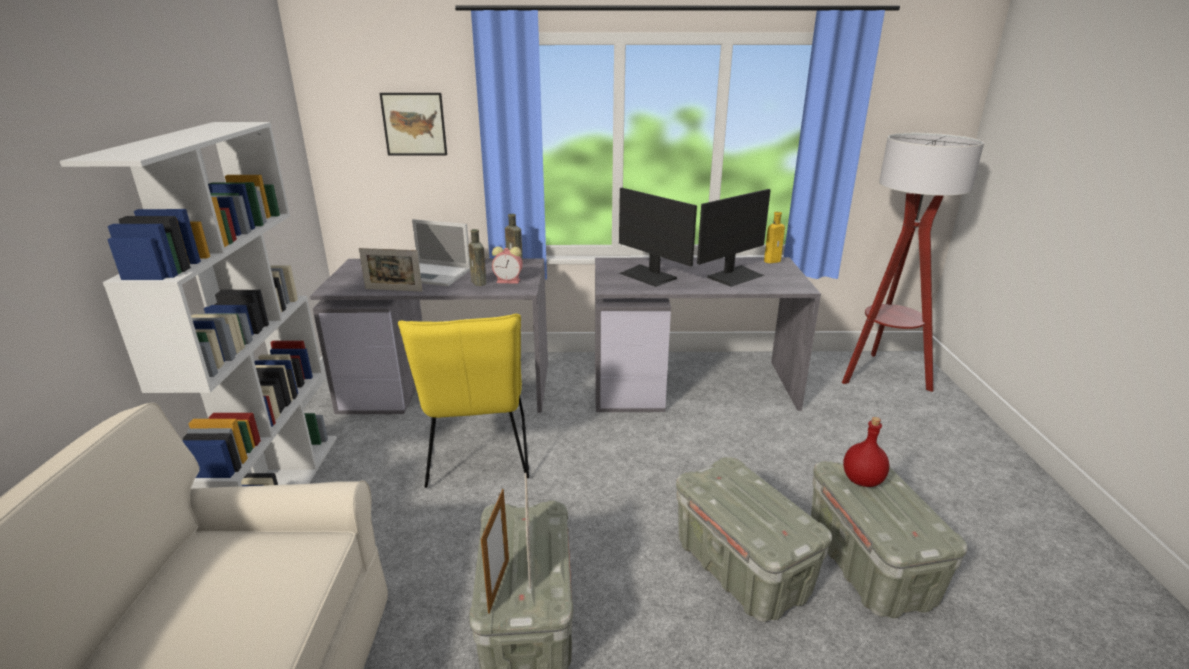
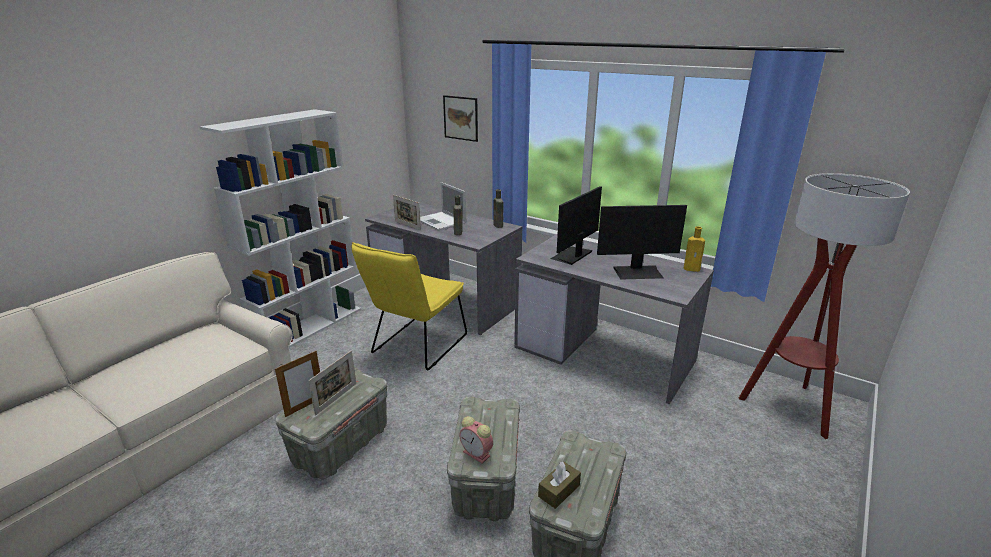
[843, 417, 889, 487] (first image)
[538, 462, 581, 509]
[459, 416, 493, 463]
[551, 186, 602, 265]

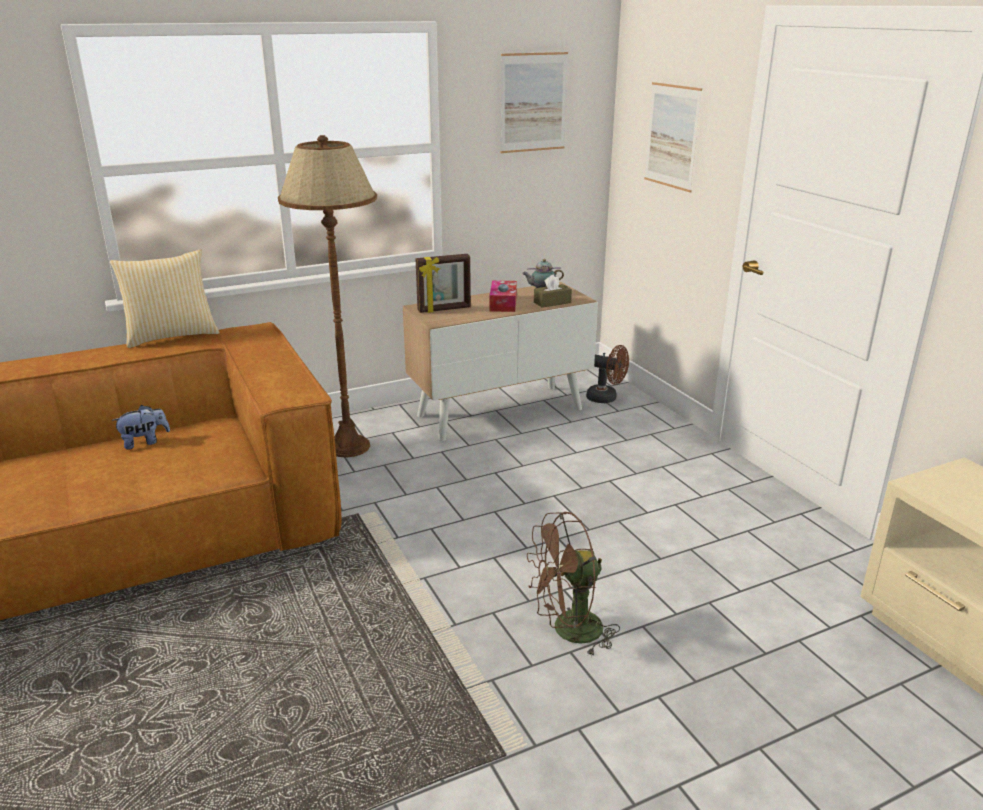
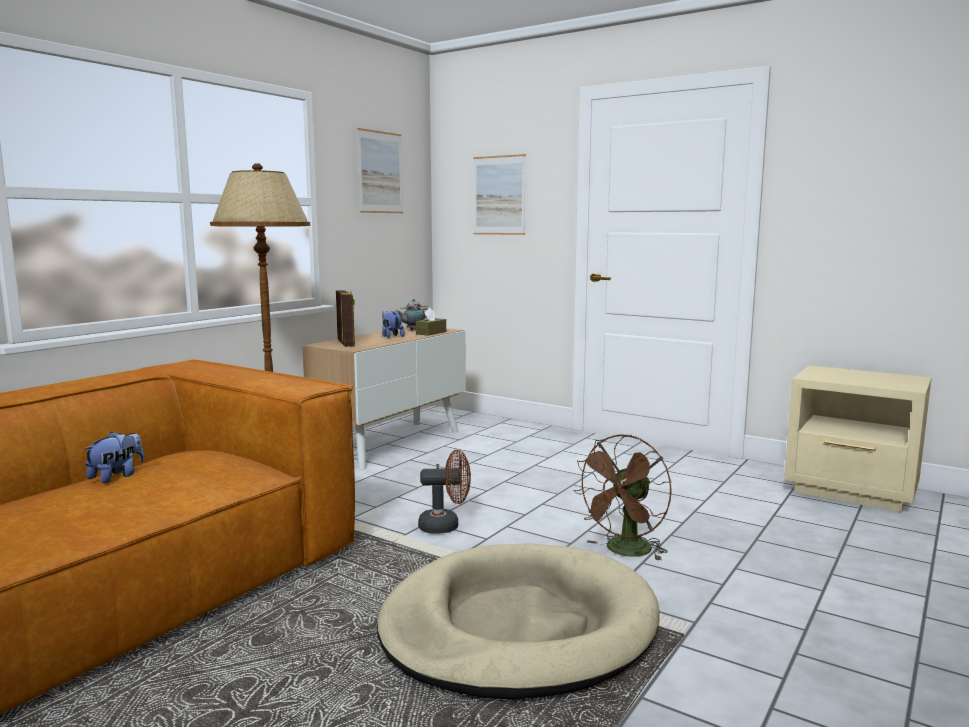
[110, 249, 220, 348] (first image)
[377, 543, 660, 700]
[418, 450, 471, 534]
[382, 310, 405, 338]
[336, 290, 355, 347]

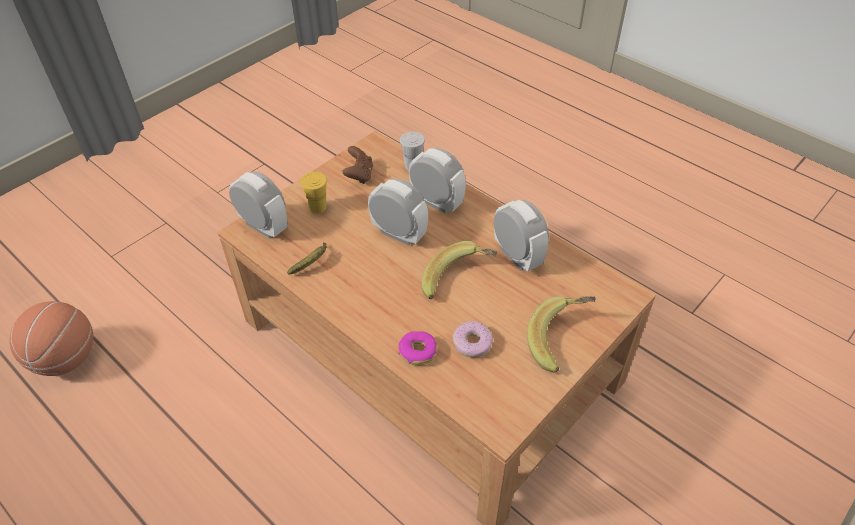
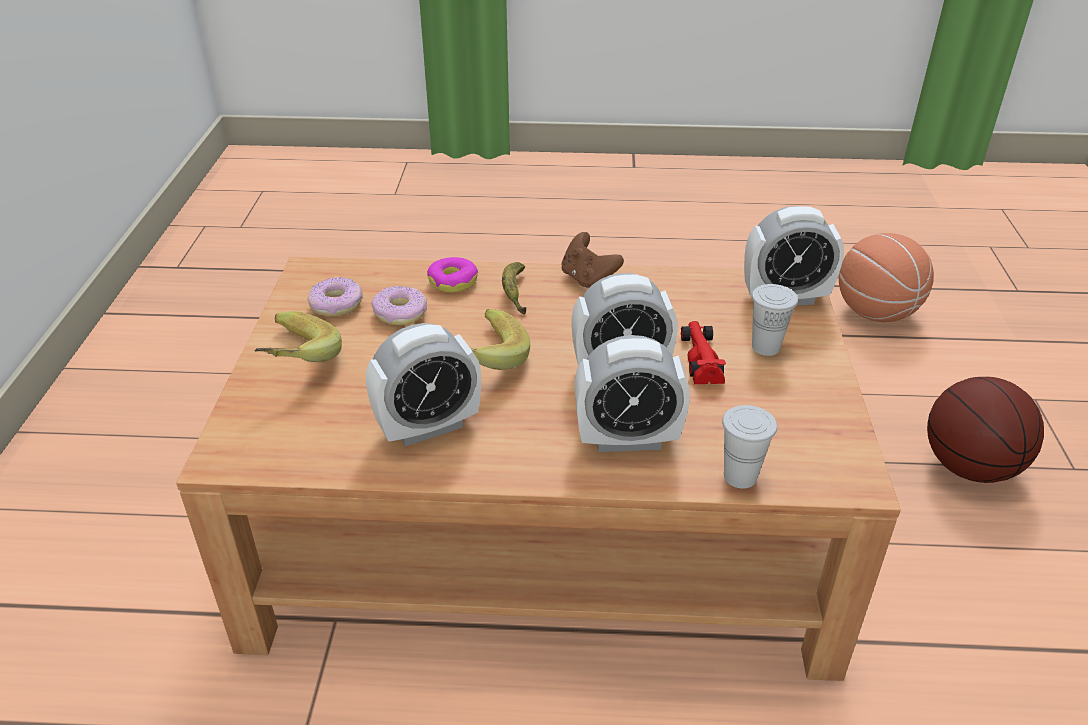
[308, 277, 363, 317]
[680, 321, 726, 384]
[927, 377, 1044, 483]
[502, 262, 526, 315]
[561, 232, 624, 288]
[752, 284, 798, 356]
[366, 323, 481, 446]

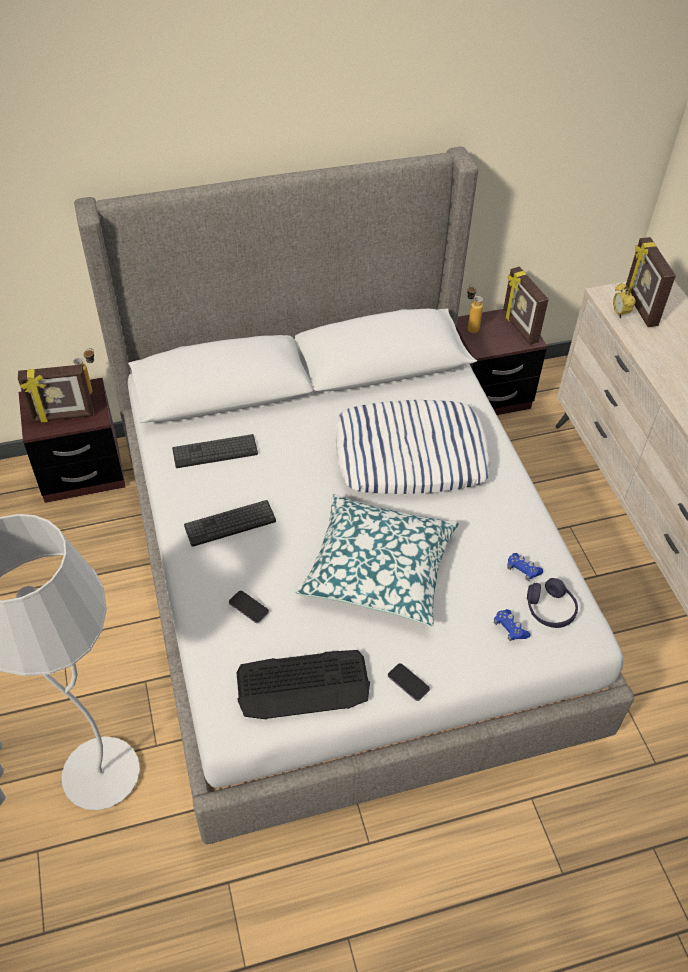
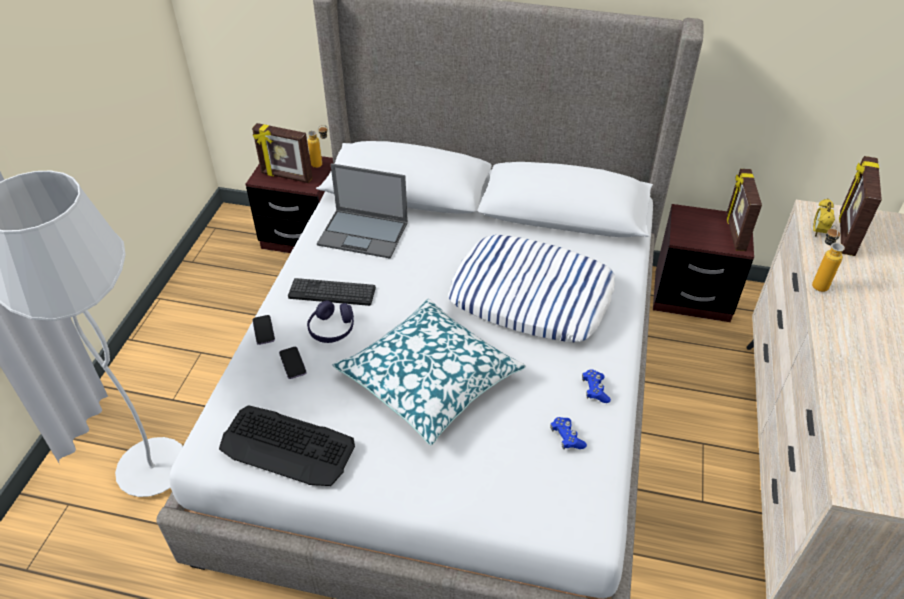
[253, 315, 275, 345]
[812, 225, 845, 292]
[582, 369, 611, 403]
[307, 300, 354, 343]
[317, 163, 408, 259]

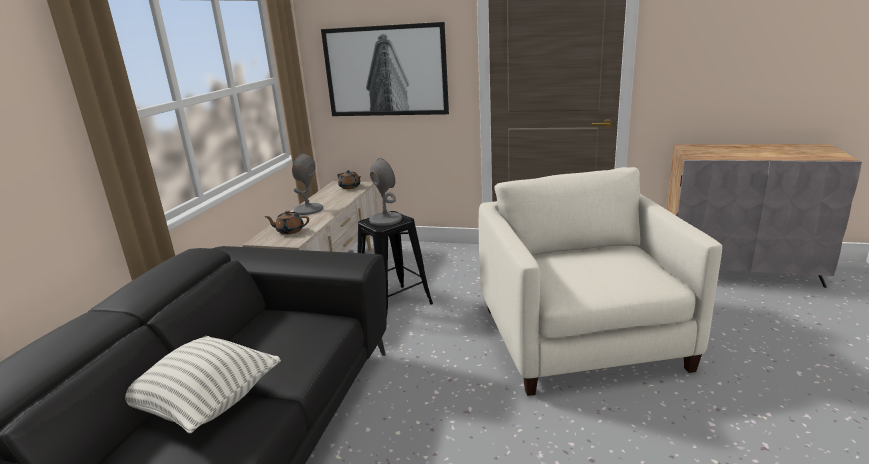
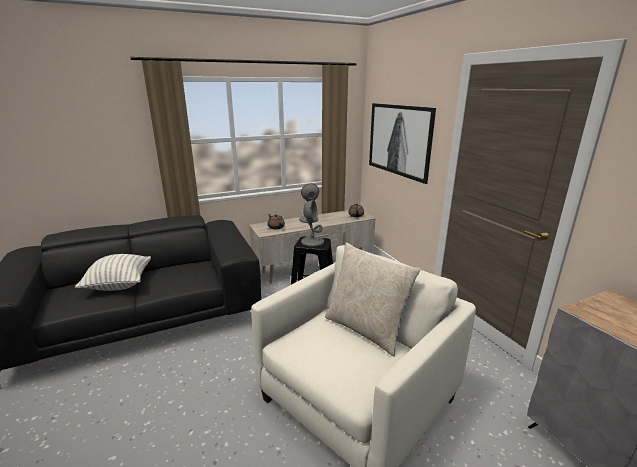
[325, 243, 421, 356]

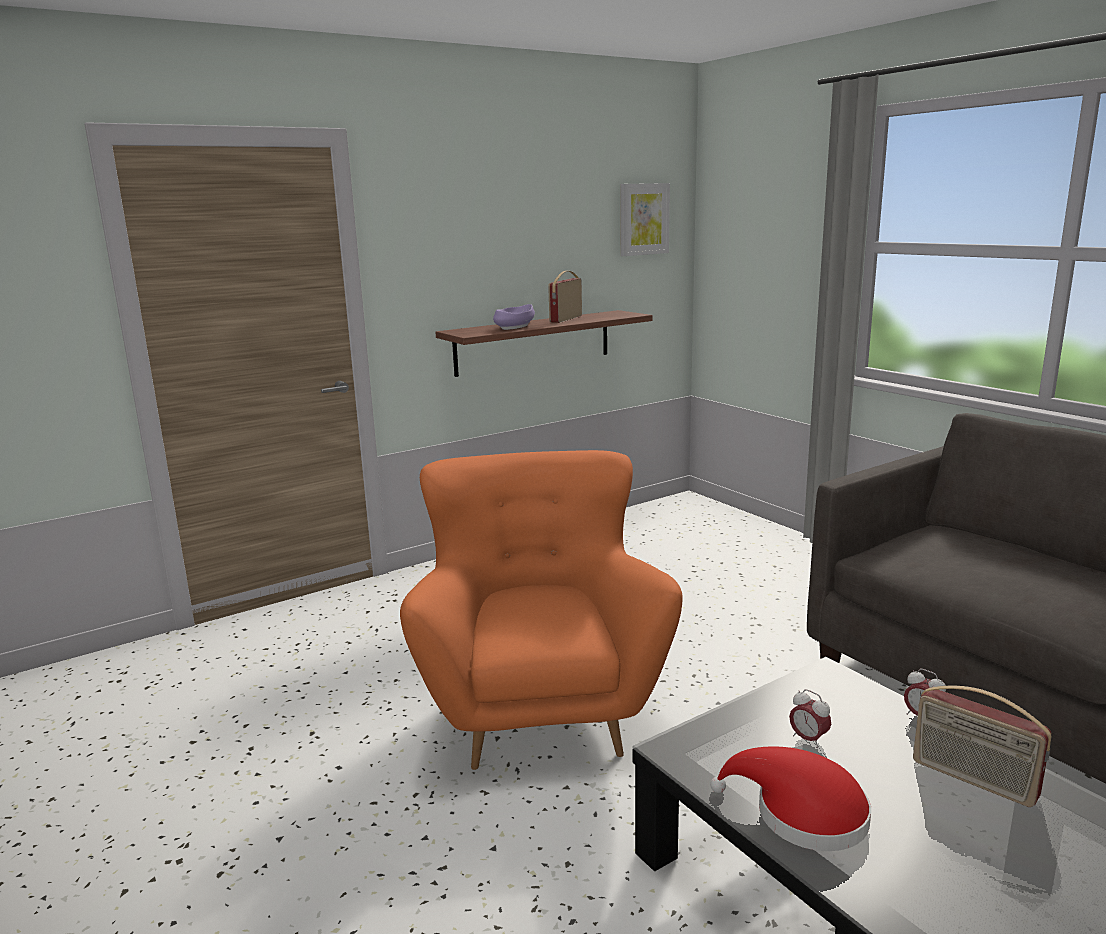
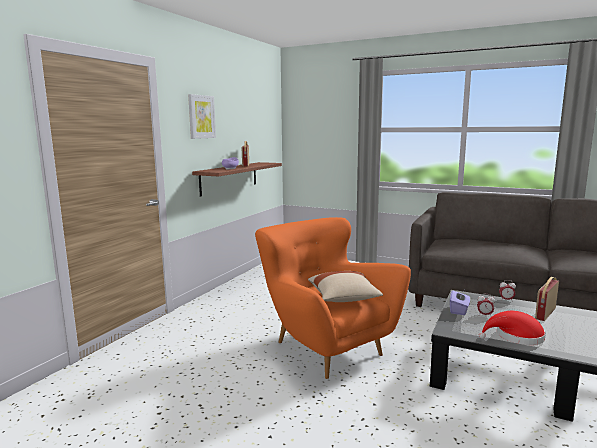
[308, 271, 383, 302]
[450, 290, 470, 315]
[188, 94, 216, 139]
[535, 277, 559, 321]

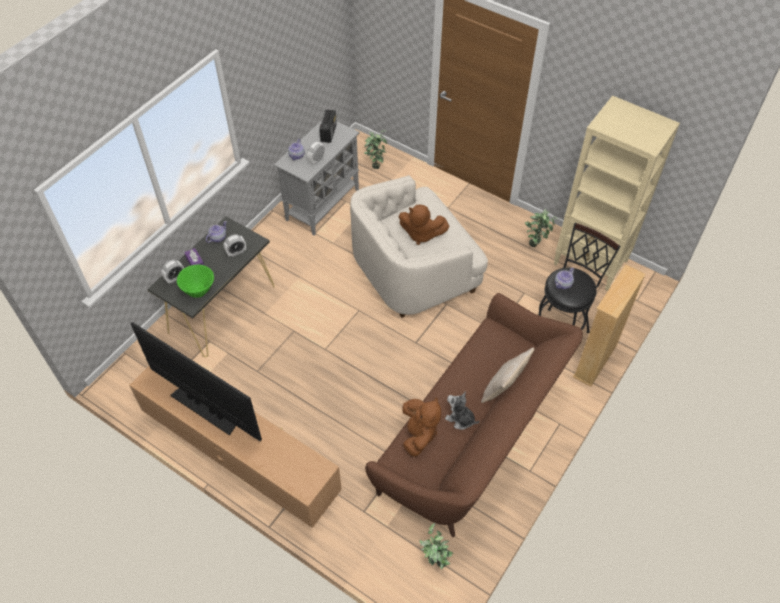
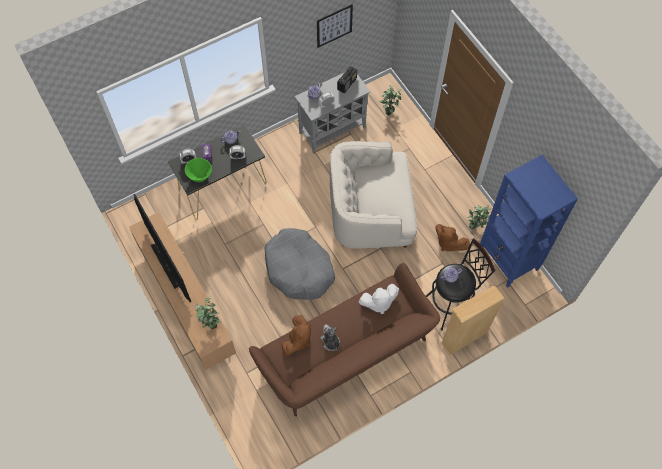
[481, 347, 534, 403] (first image)
[264, 228, 335, 300]
[317, 4, 353, 48]
[359, 284, 399, 314]
[435, 224, 470, 251]
[195, 297, 221, 329]
[480, 155, 578, 288]

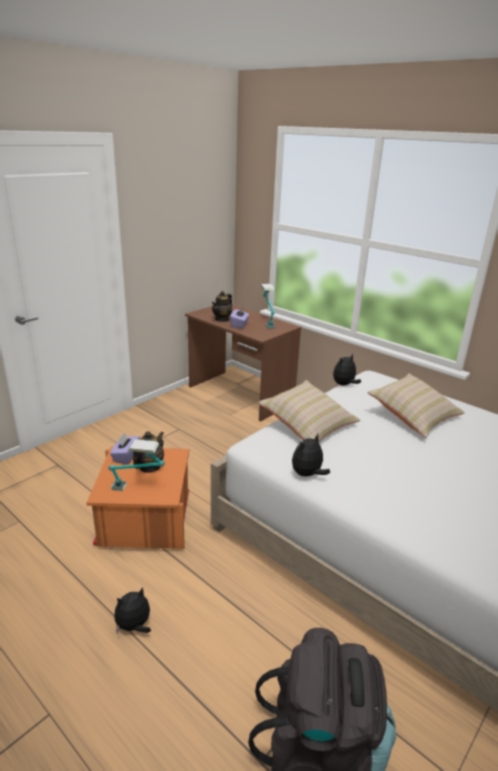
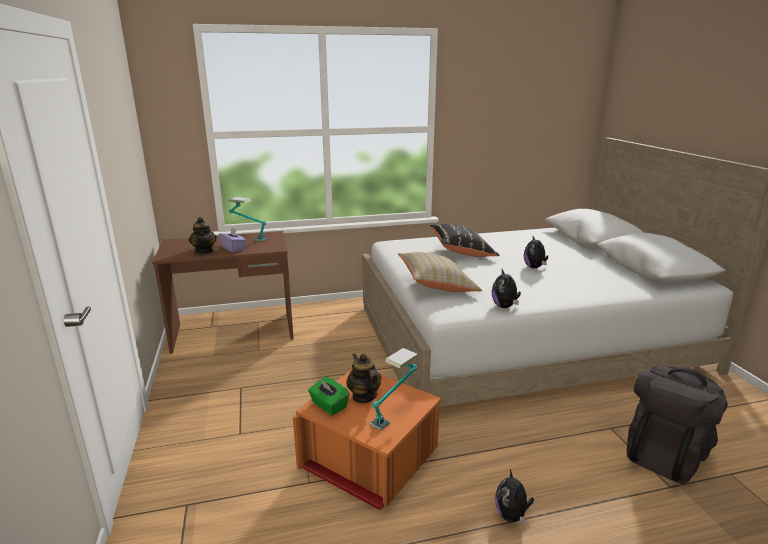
[524, 236, 548, 268]
[308, 377, 350, 415]
[429, 224, 499, 257]

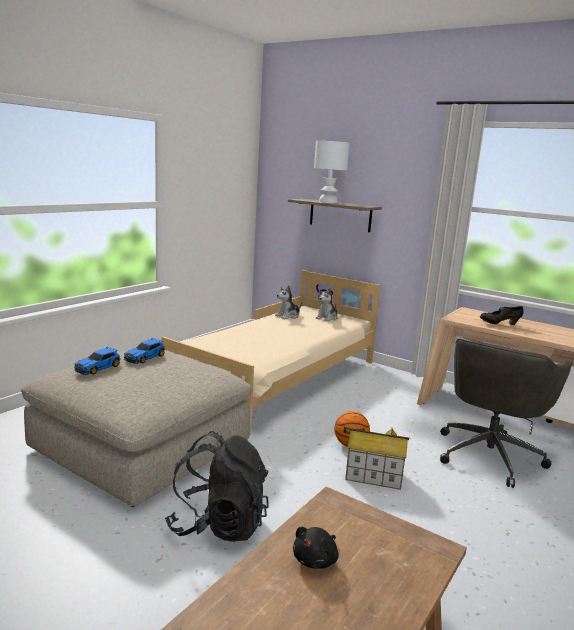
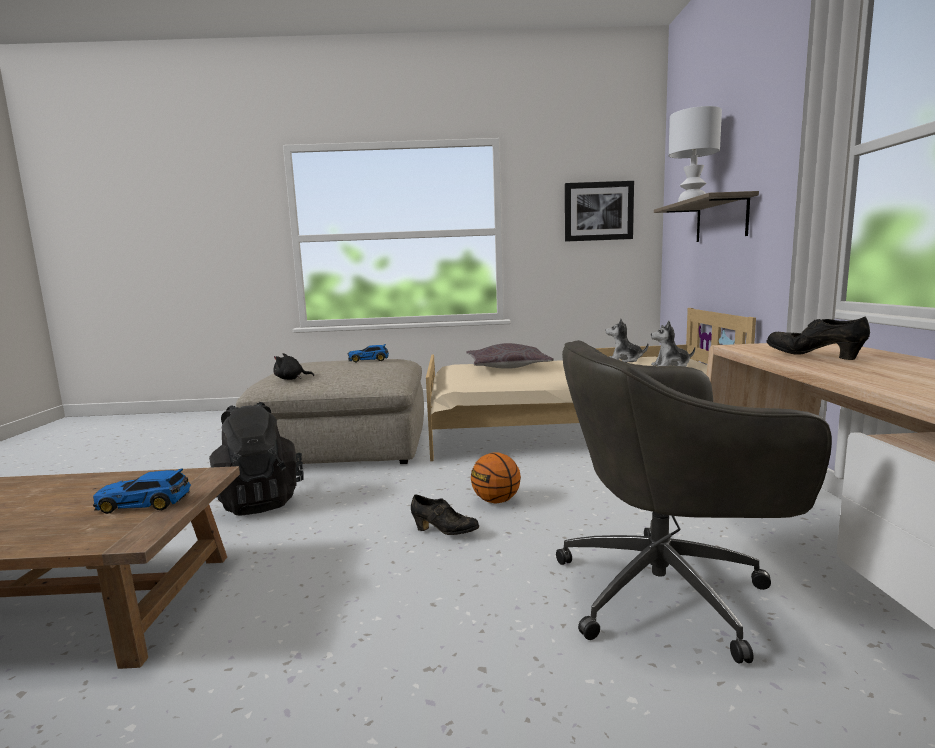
[466, 343, 554, 369]
[565, 181, 634, 242]
[93, 468, 191, 514]
[273, 353, 314, 380]
[411, 495, 479, 535]

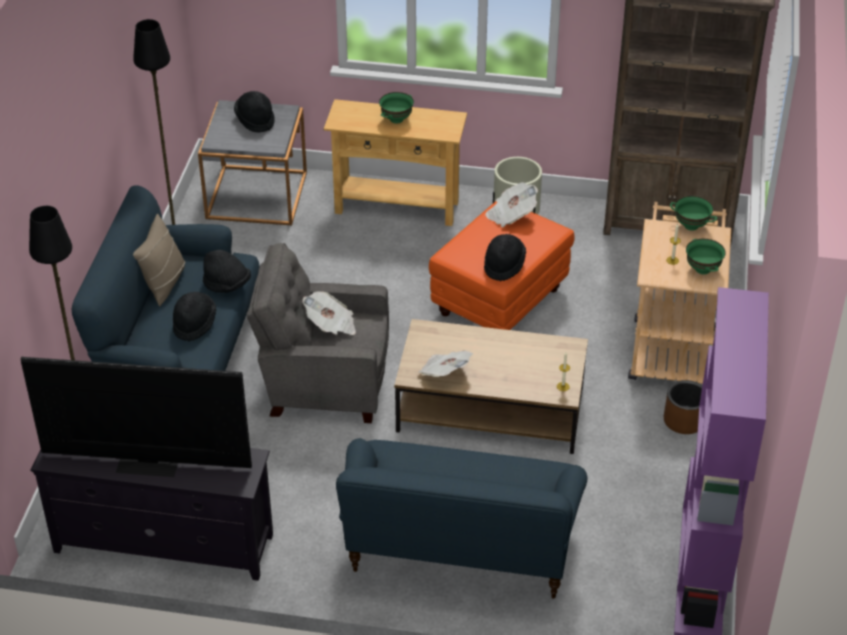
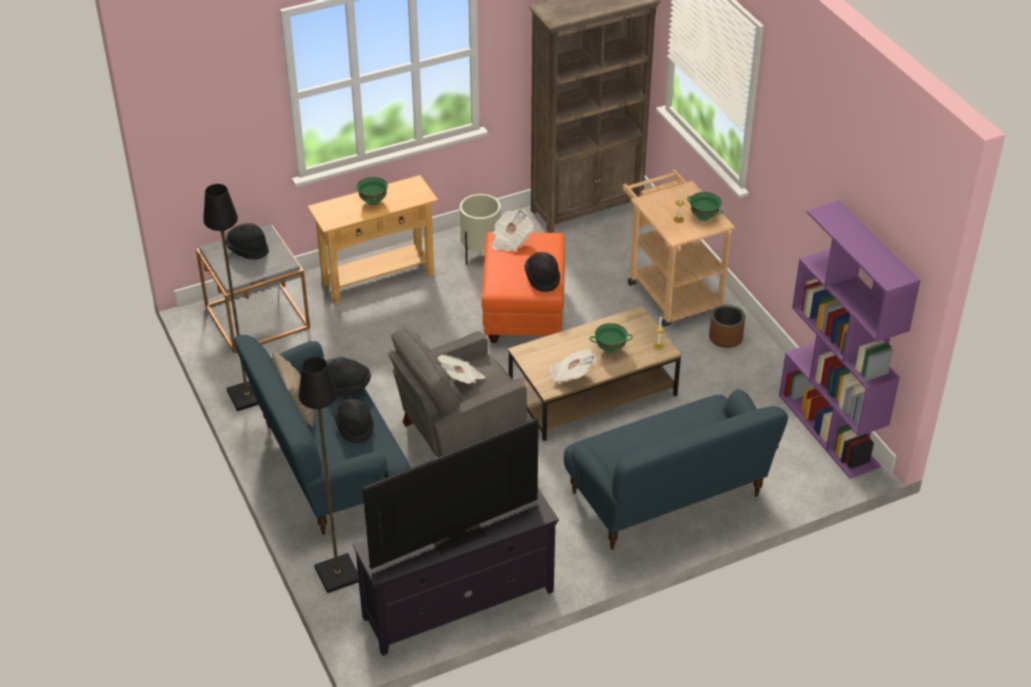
[590, 323, 633, 354]

